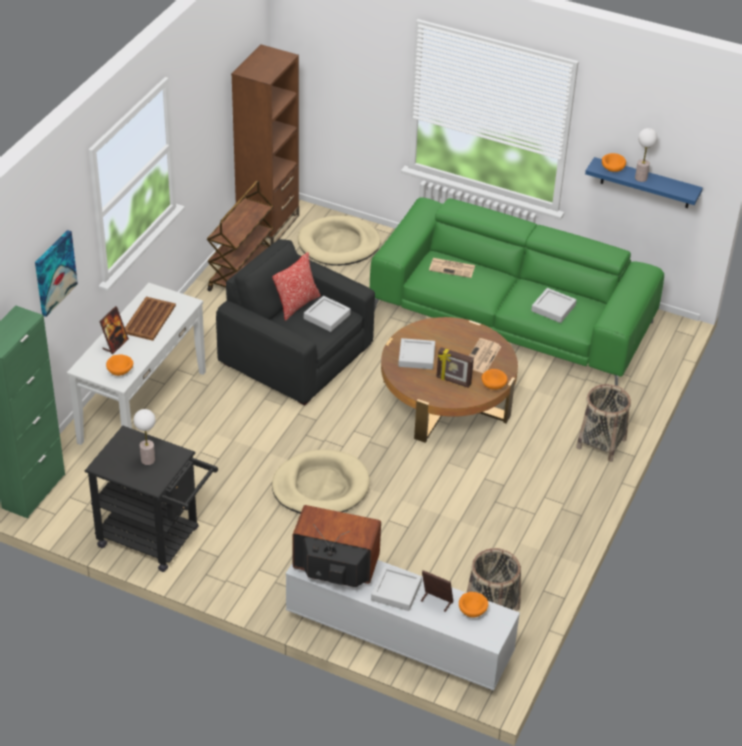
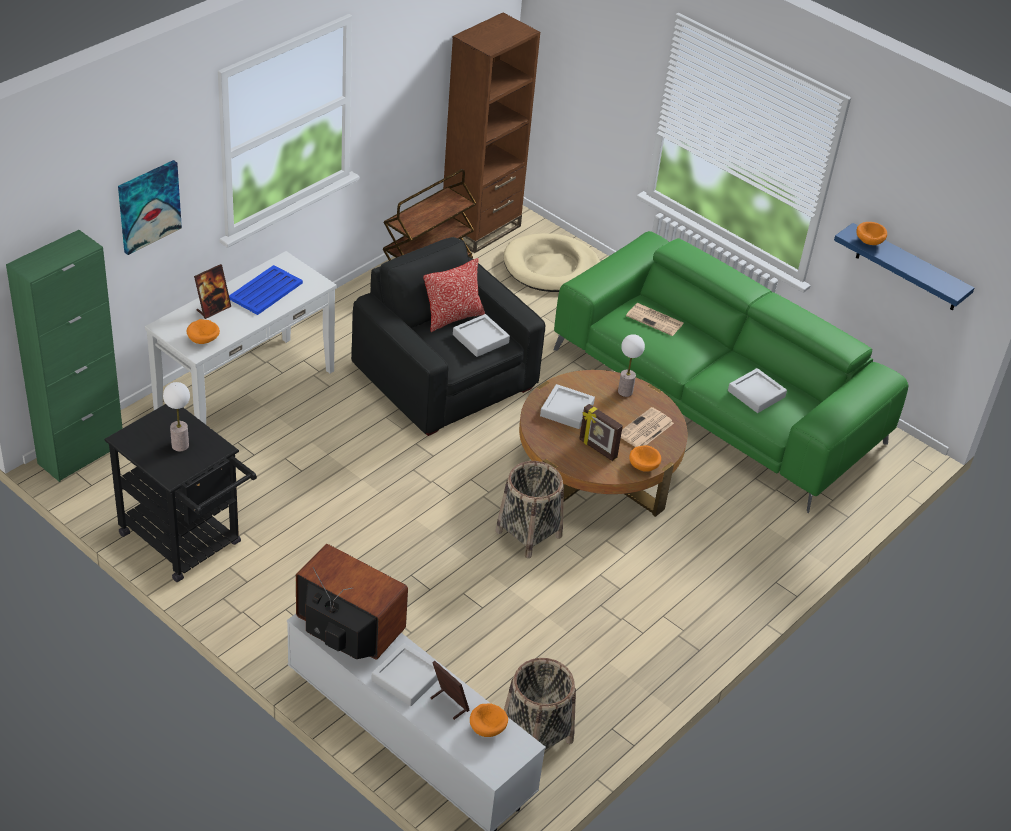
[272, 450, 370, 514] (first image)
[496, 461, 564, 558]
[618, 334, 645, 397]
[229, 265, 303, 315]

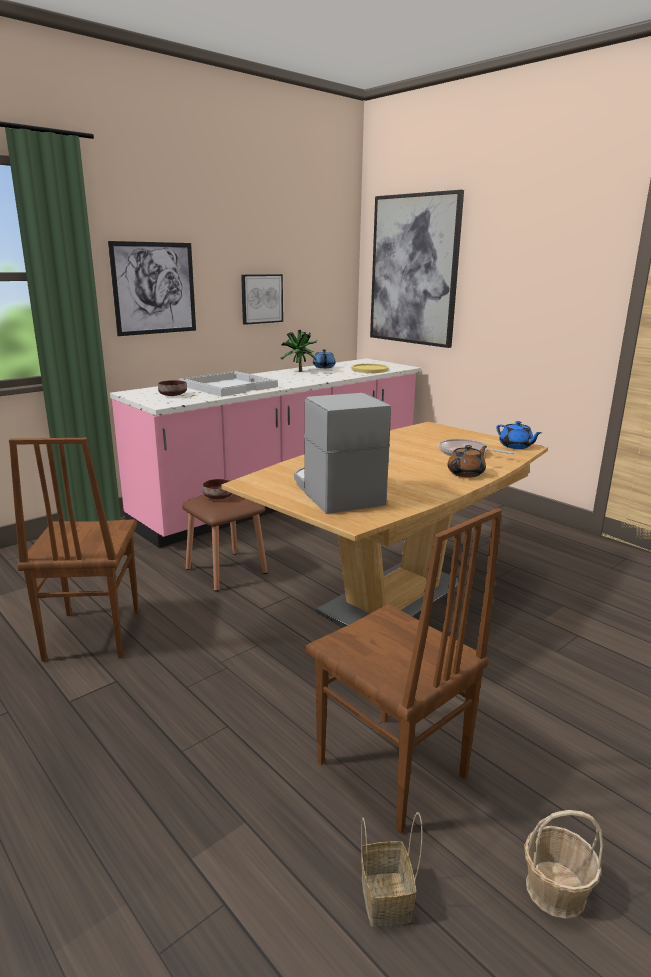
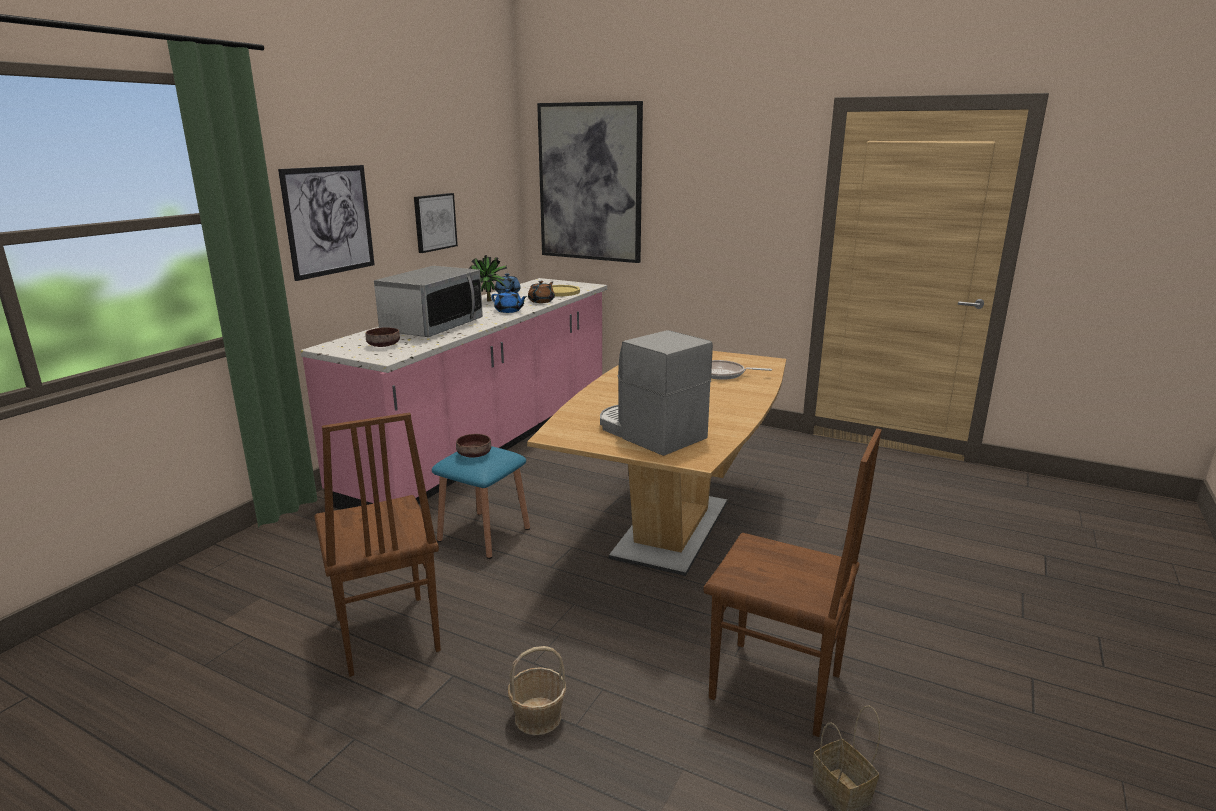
[528, 281, 555, 303]
[491, 289, 527, 313]
[508, 646, 566, 735]
[374, 266, 483, 337]
[432, 446, 530, 559]

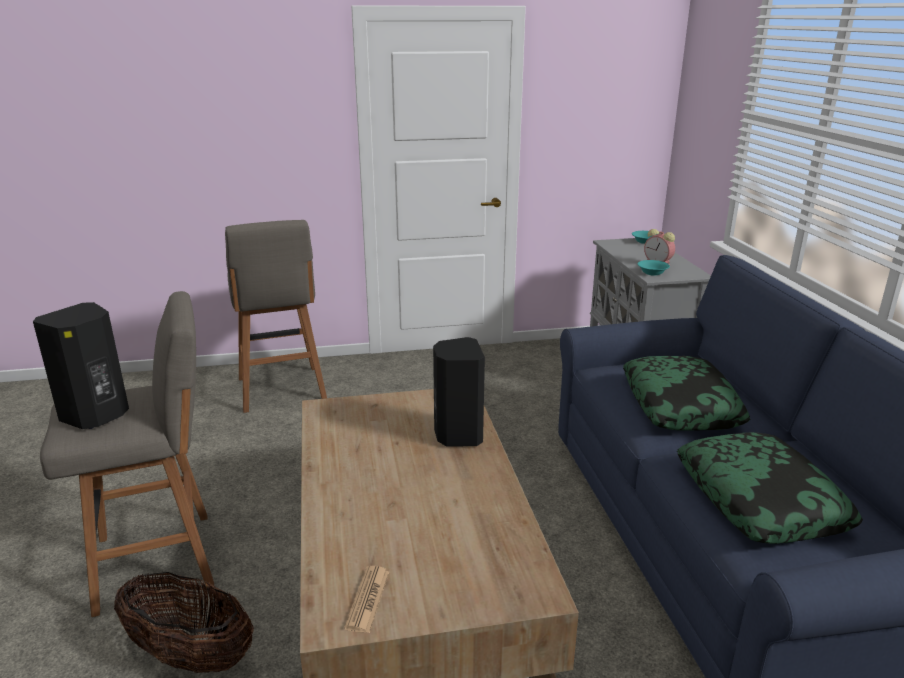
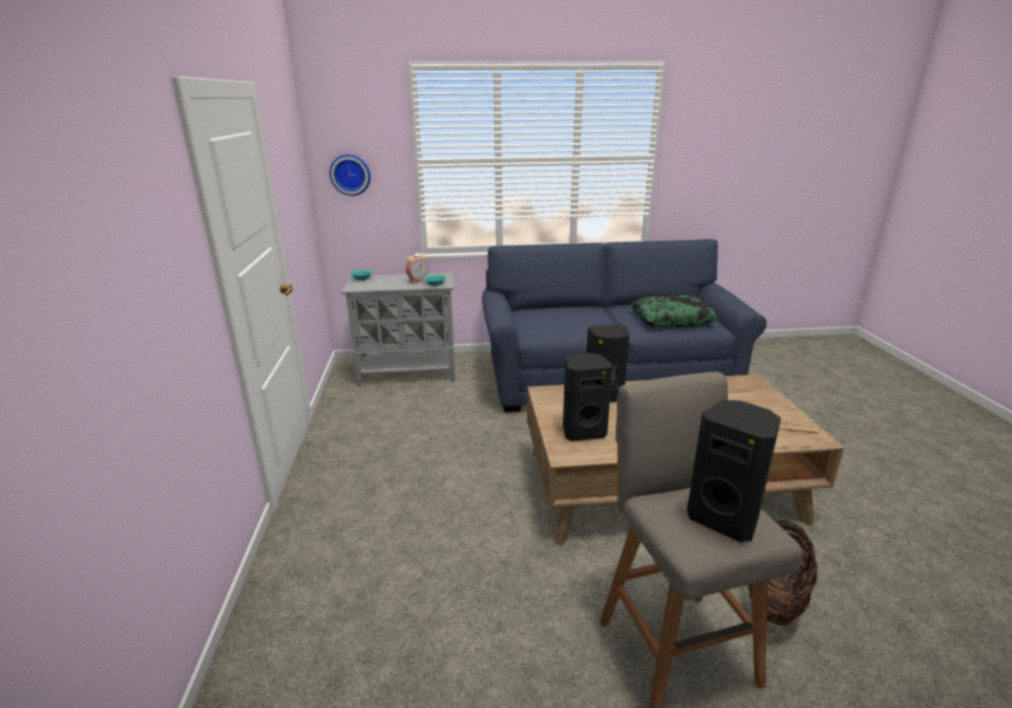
[225, 220, 327, 413] (first image)
[623, 356, 750, 431] (first image)
[330, 154, 371, 196]
[563, 353, 613, 441]

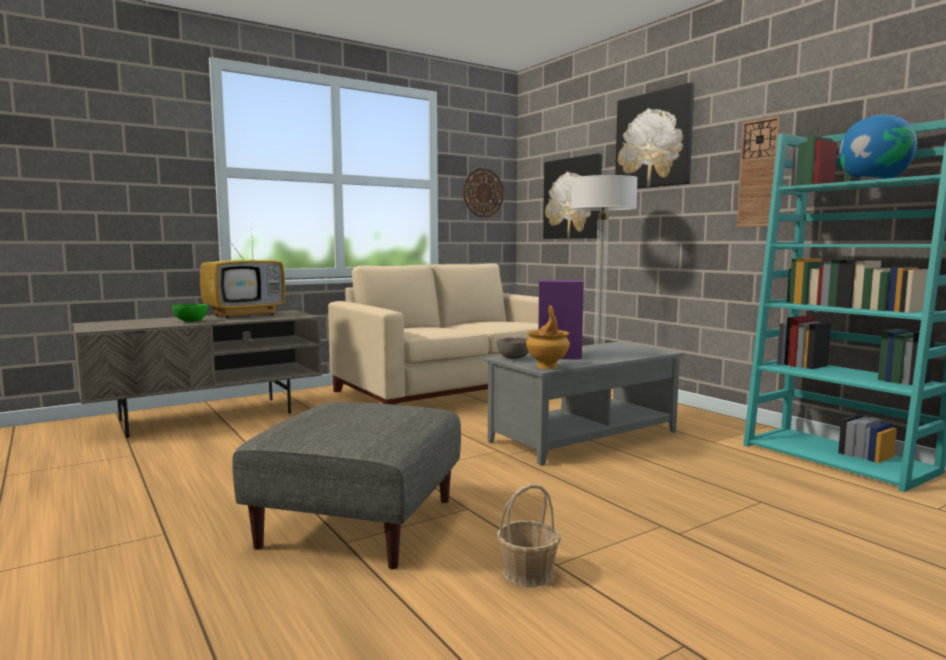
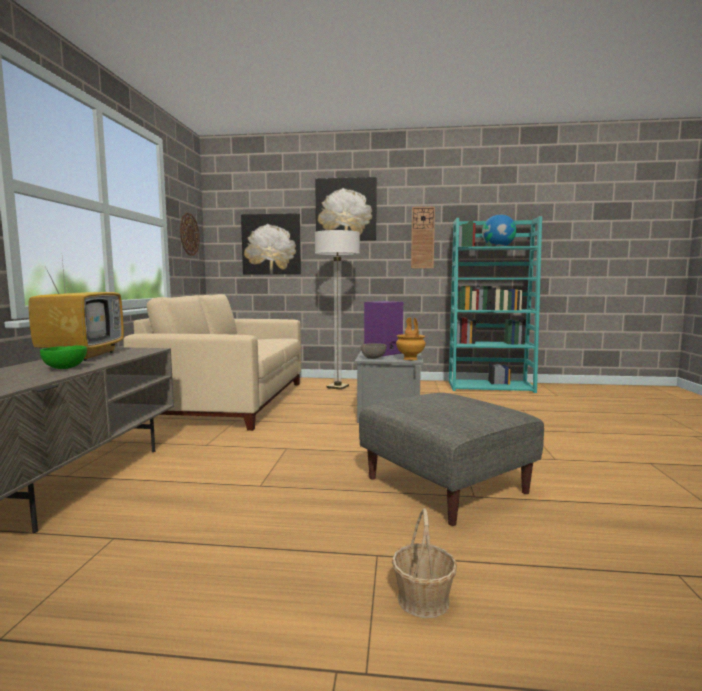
[392, 508, 457, 618]

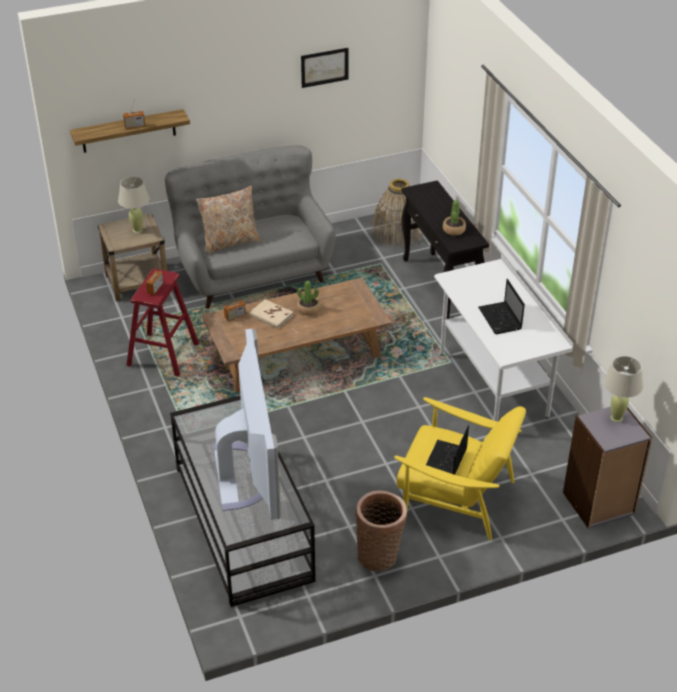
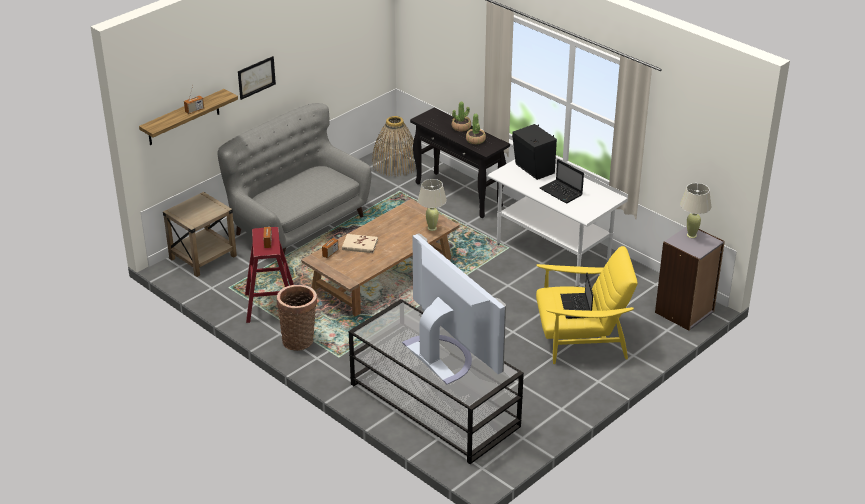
[196, 186, 261, 254] (first image)
[512, 124, 557, 180]
[418, 179, 447, 231]
[452, 102, 471, 131]
[238, 56, 276, 100]
[277, 285, 317, 351]

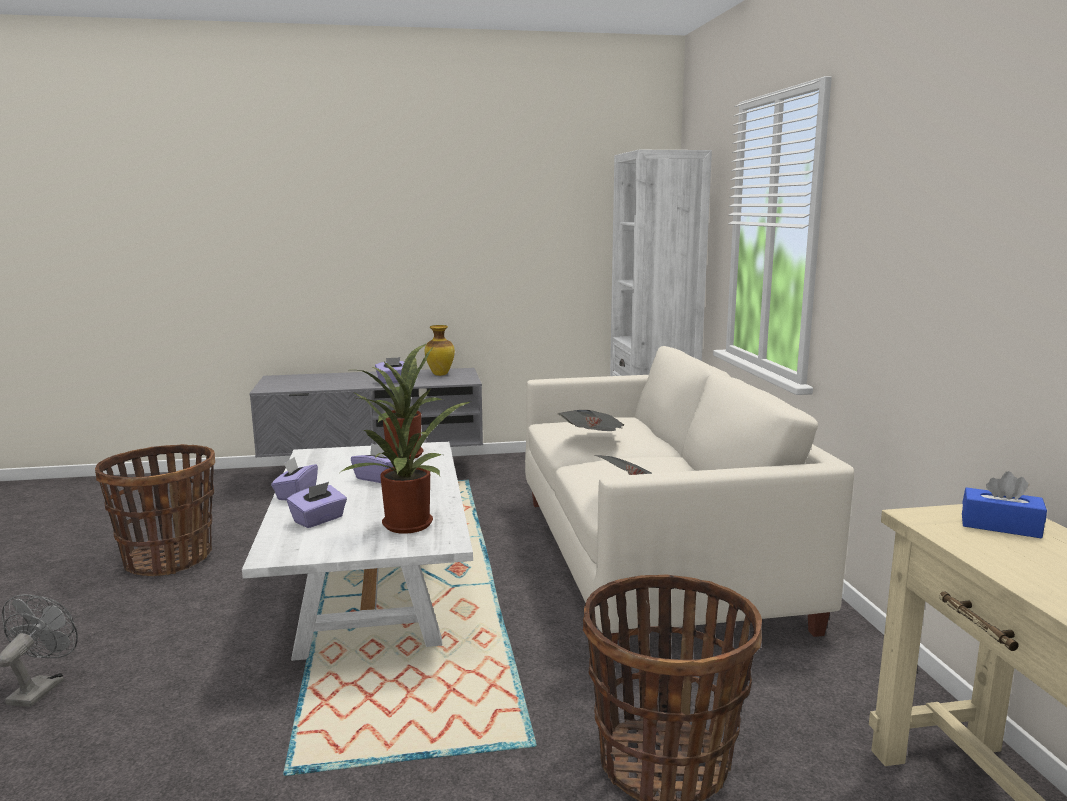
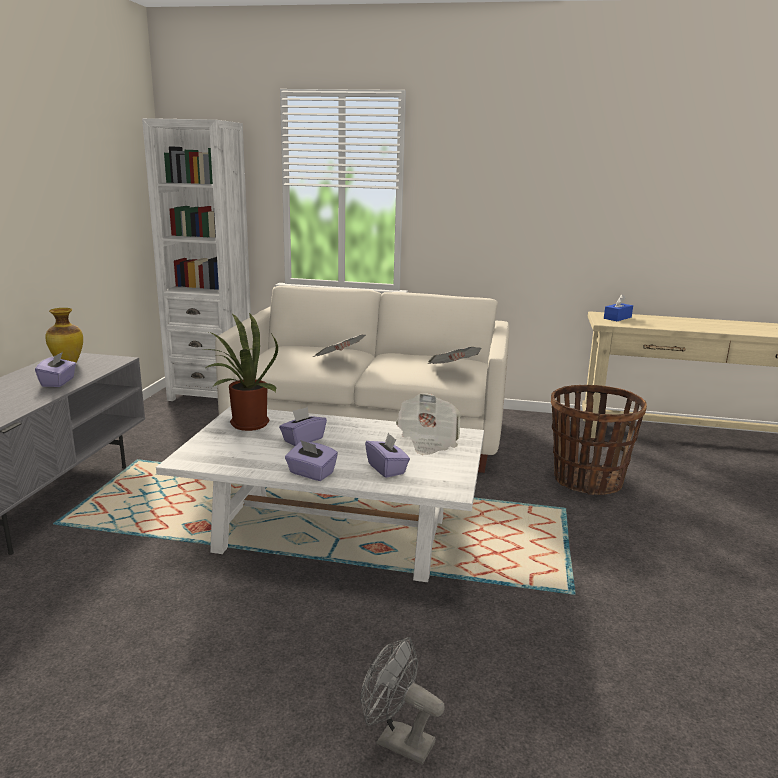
[95, 444, 215, 576] (first image)
[396, 393, 461, 455]

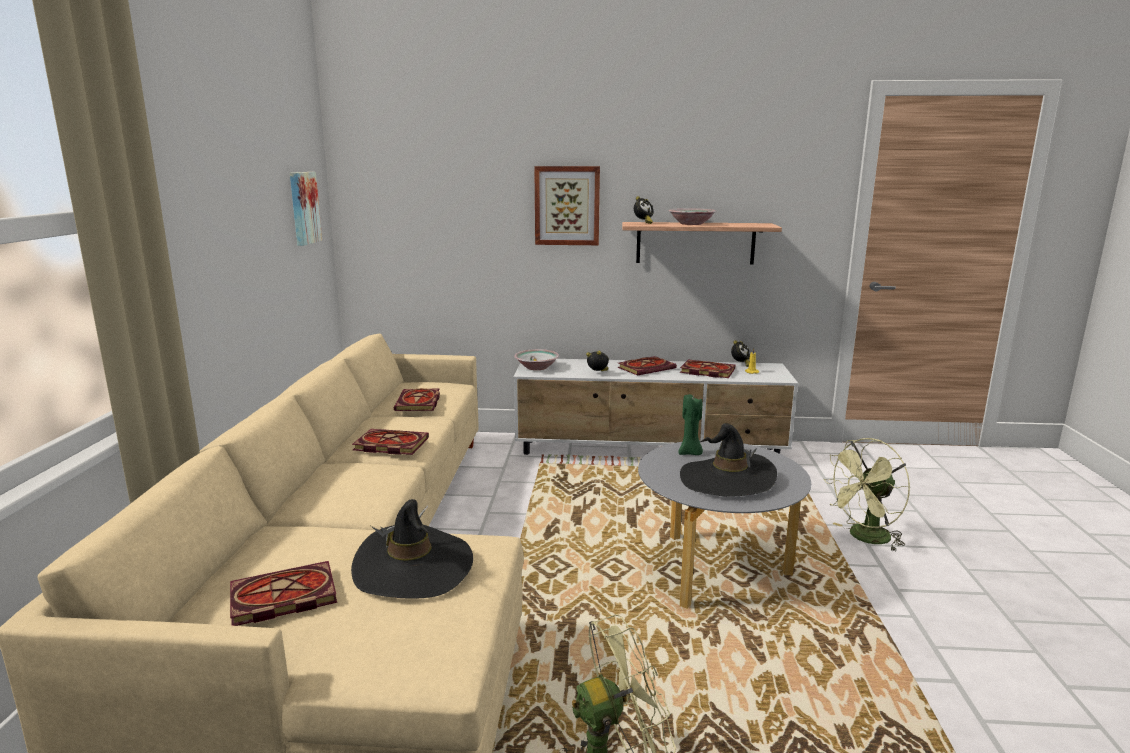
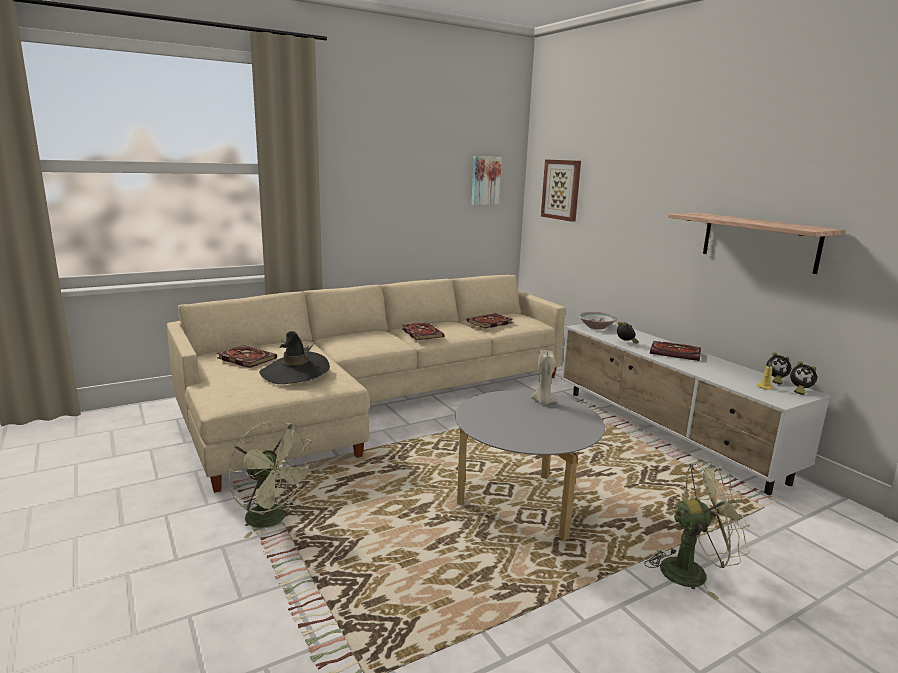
[669, 208, 717, 225] (first image)
[680, 360, 735, 378] (first image)
[680, 423, 777, 497] (first image)
[541, 159, 581, 222]
[790, 361, 817, 395]
[531, 350, 557, 405]
[644, 462, 750, 600]

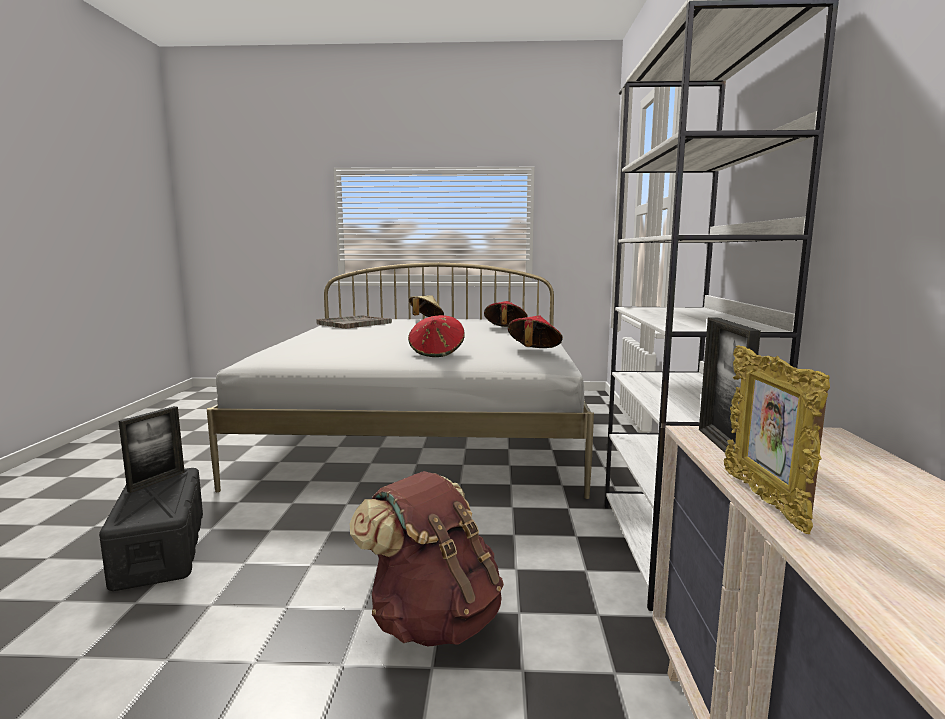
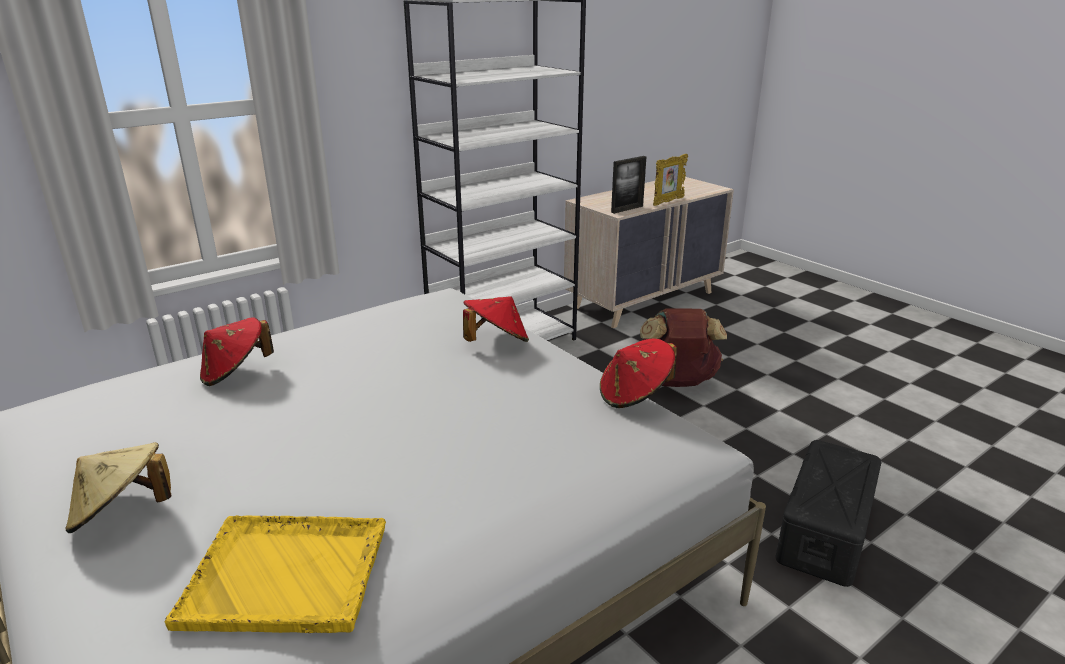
[118, 406, 185, 493] (first image)
[600, 339, 677, 408]
[164, 515, 386, 633]

